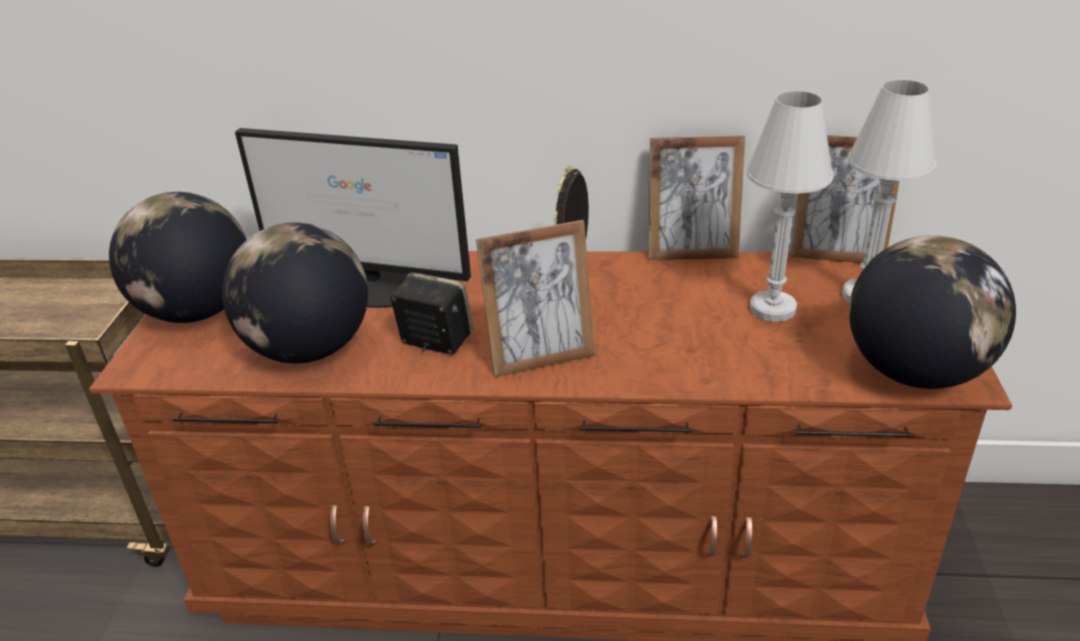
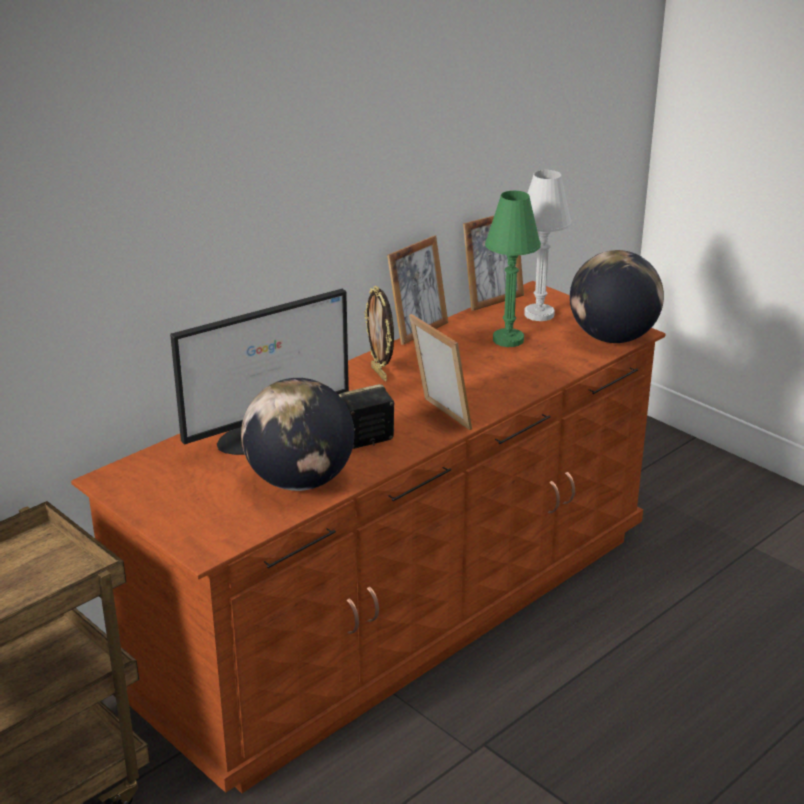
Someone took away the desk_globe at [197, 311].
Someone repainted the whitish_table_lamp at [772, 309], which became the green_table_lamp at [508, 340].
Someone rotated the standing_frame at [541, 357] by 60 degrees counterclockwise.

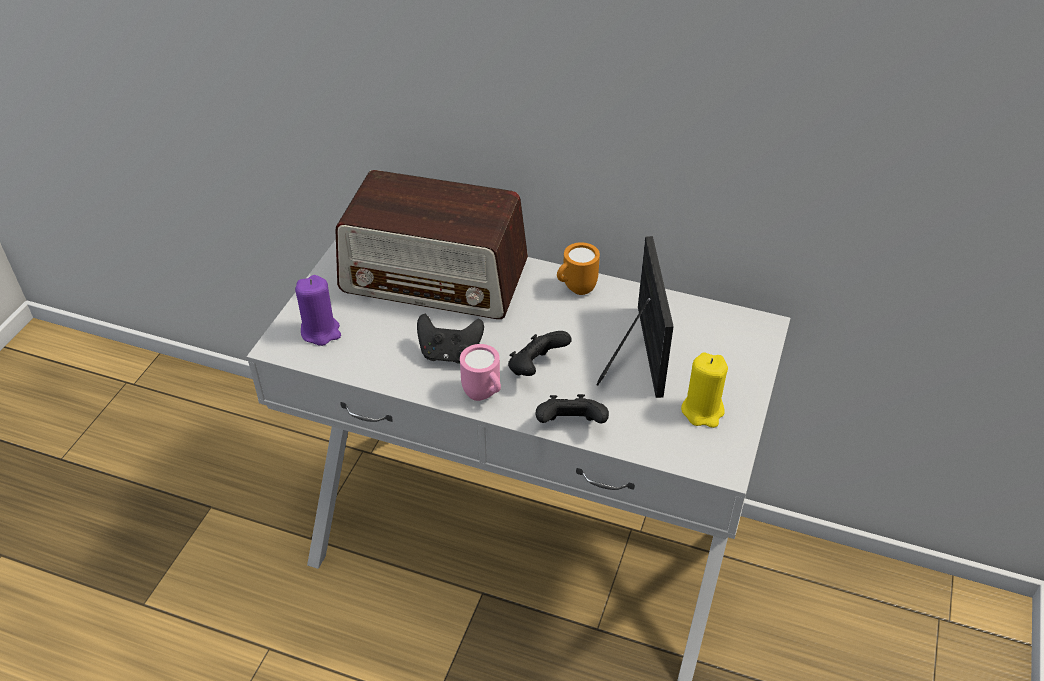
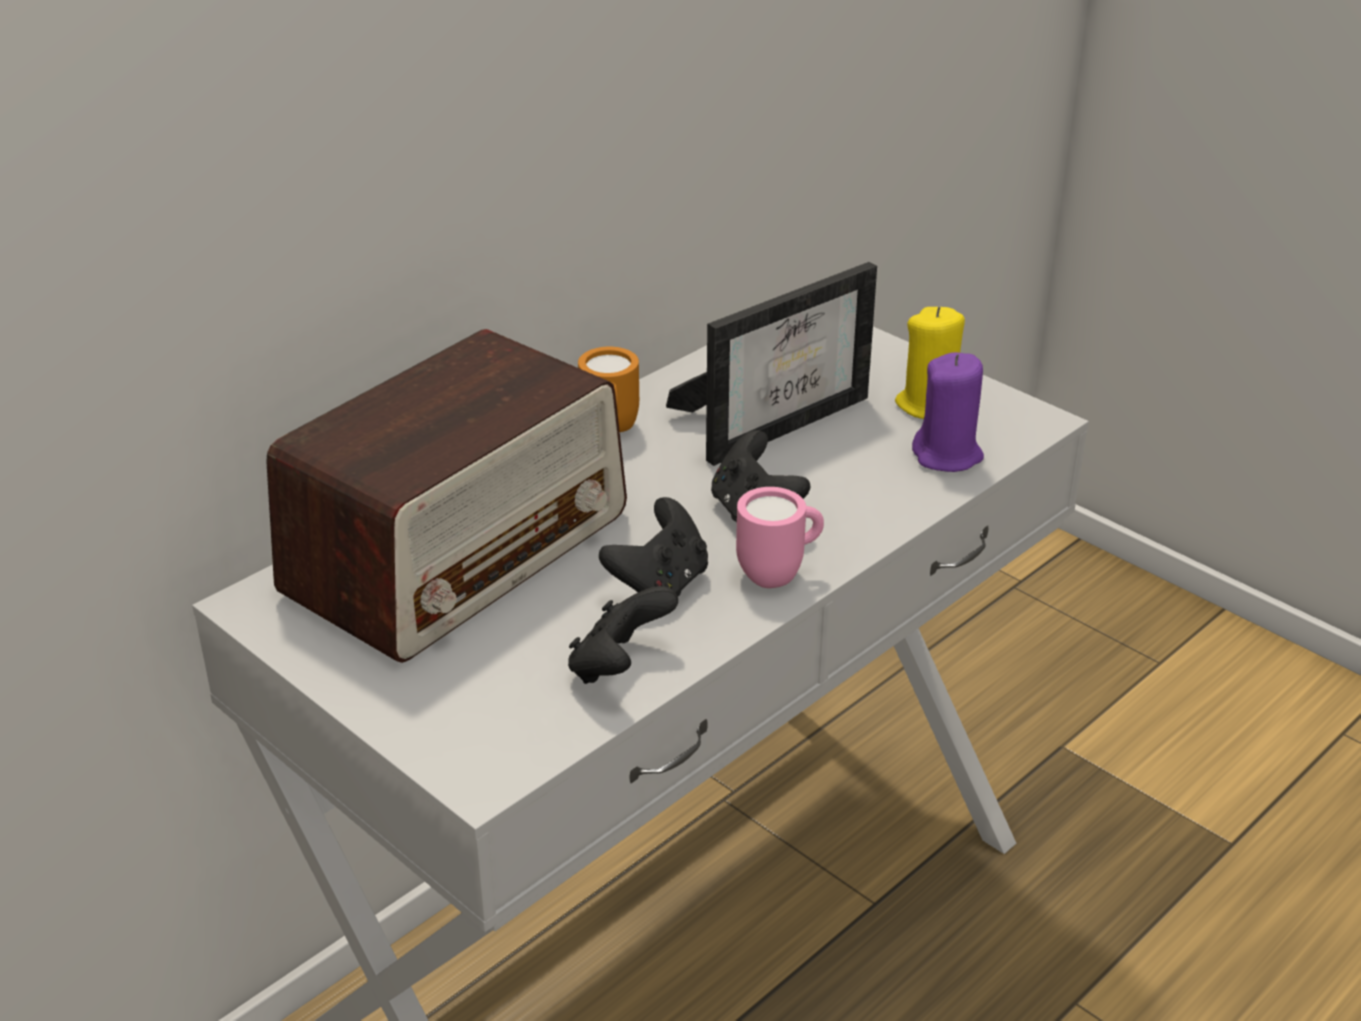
Someone carried the purple_wax_light from [321, 331] to [947, 455].
Someone carried the blackish_joypad from [570, 425] to [619, 667].
Someone rotated the standing_frame at [636, 349] by 120 degrees clockwise.

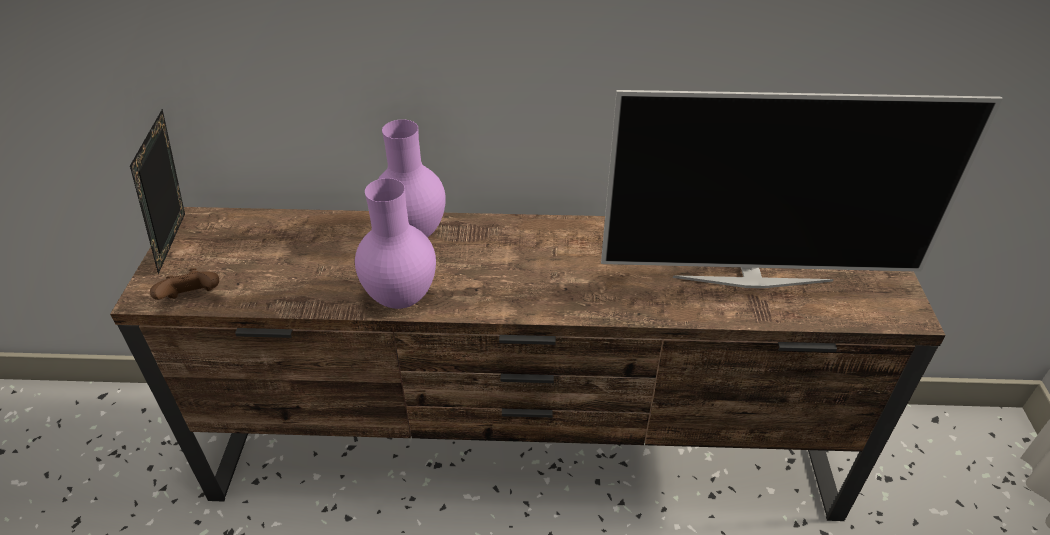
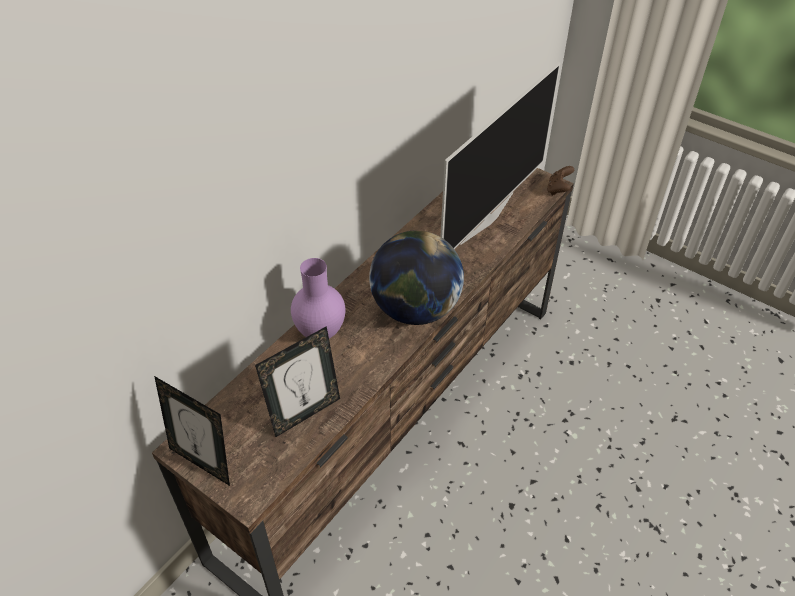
Someone took away the purple_decorative_vase at [400, 300].
Someone put down the standing_frame at [305, 413].
Someone put down the desk_globe at [415, 309].
Someone carried the brownish_joypad from [193, 299] to [558, 190].

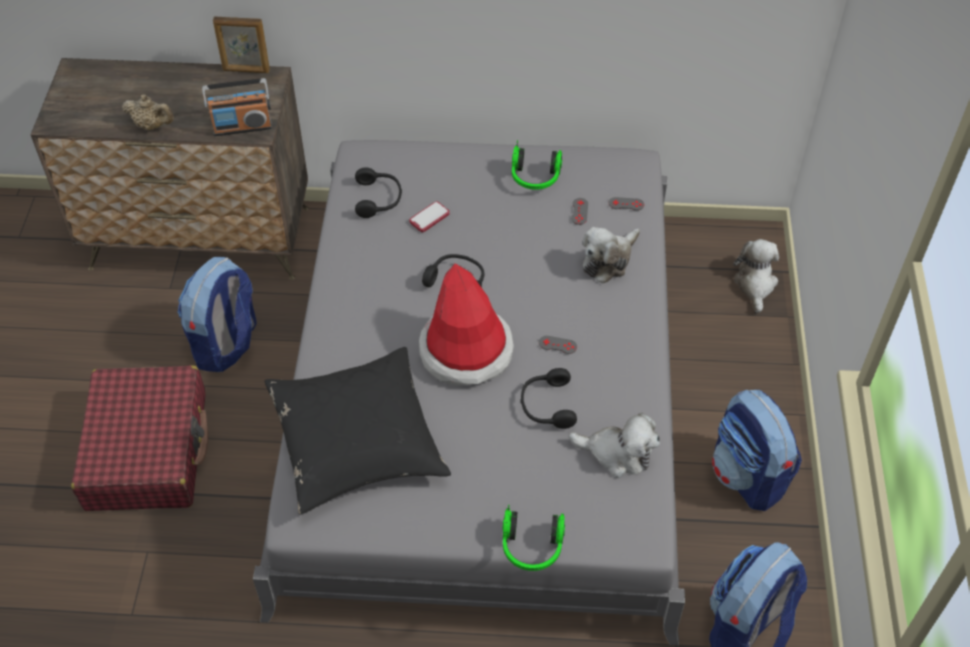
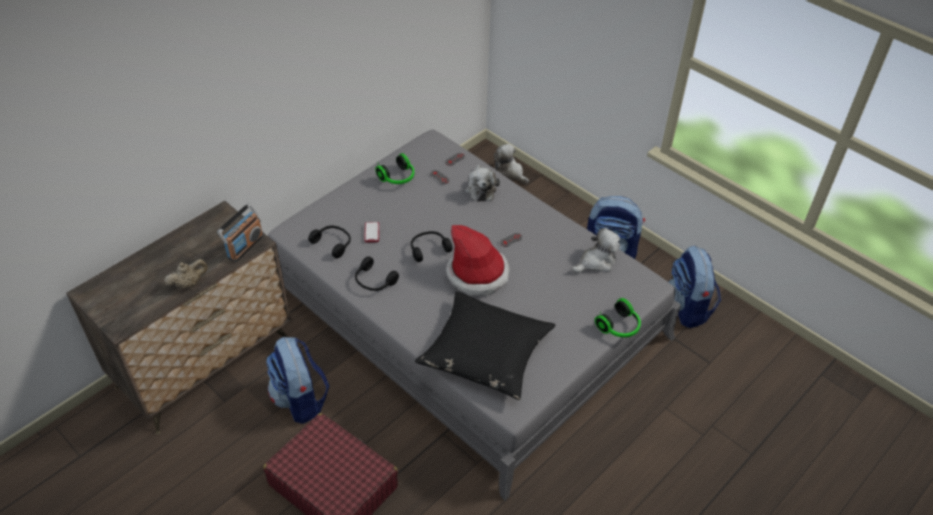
Someone took away the standing_frame at [246, 70].
Someone carried the blackish_pair_of_headphones from [546, 405] to [374, 281].

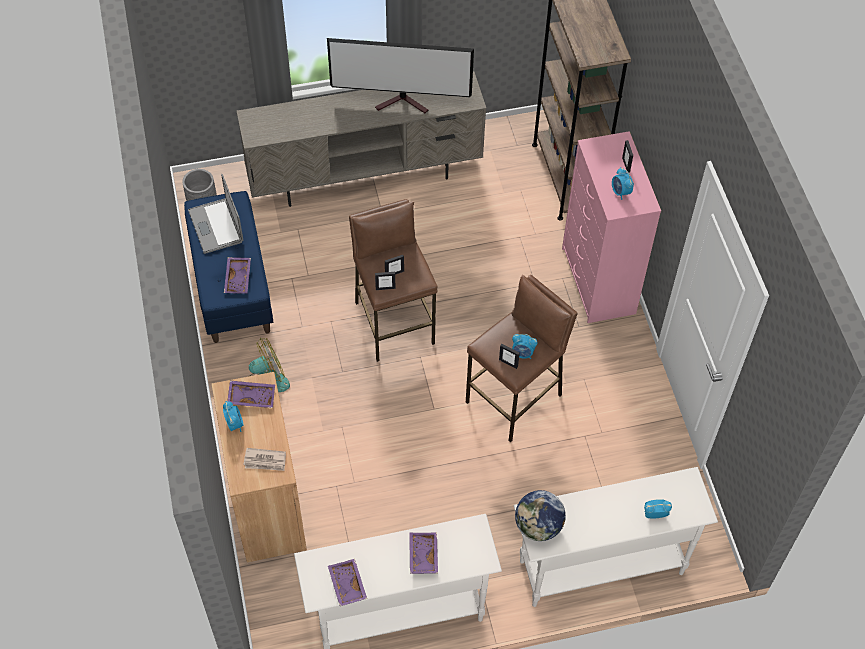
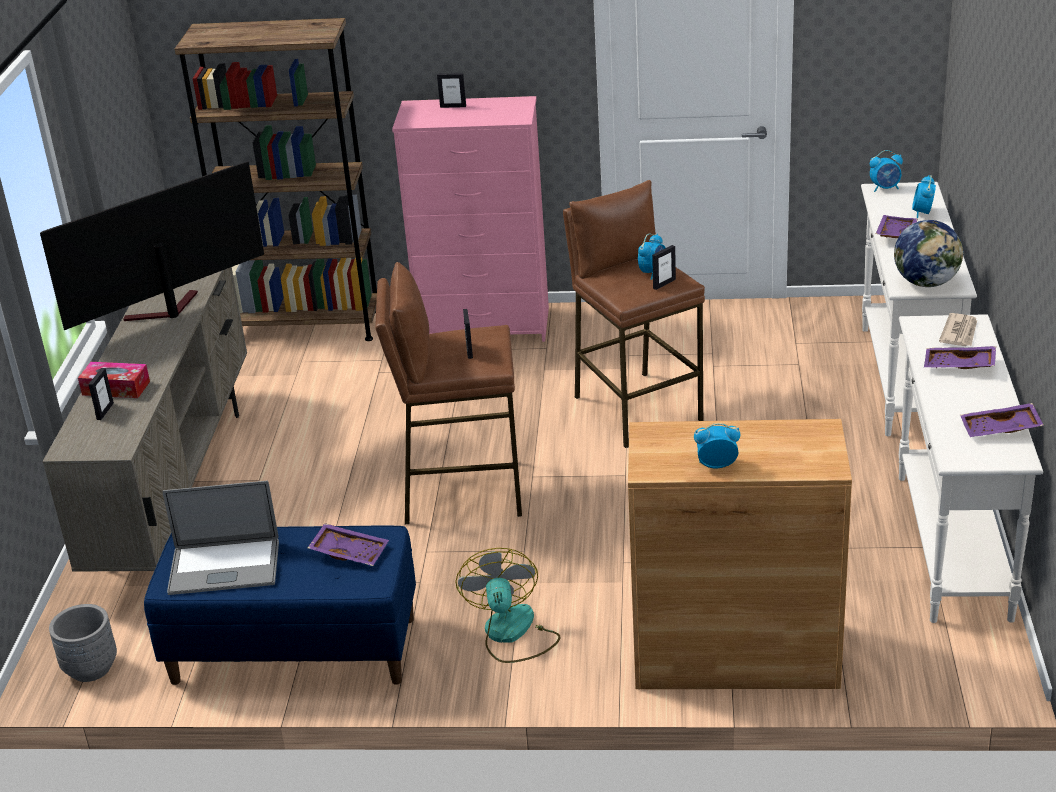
Someone put down the tissue_holder at [116, 388].
Someone carried the purple_carrying_tray from [252, 396] to [895, 234].
Someone carried the newspaper from [265, 461] to [959, 332].
Someone carried the standing_frame from [385, 288] to [105, 411].
Someone carried the bedside_clock from [620, 192] to [885, 188].
Someone rotated the TV_set at [404, 103] by 150 degrees counterclockwise.

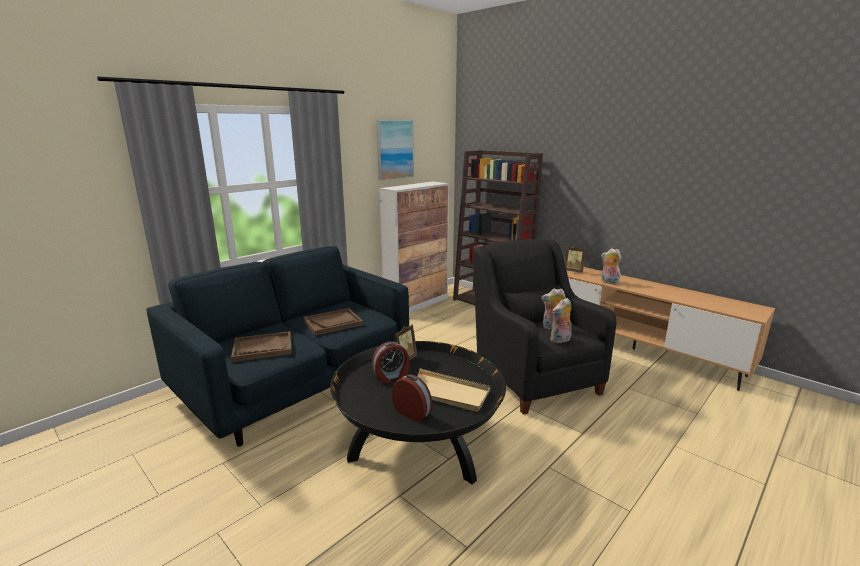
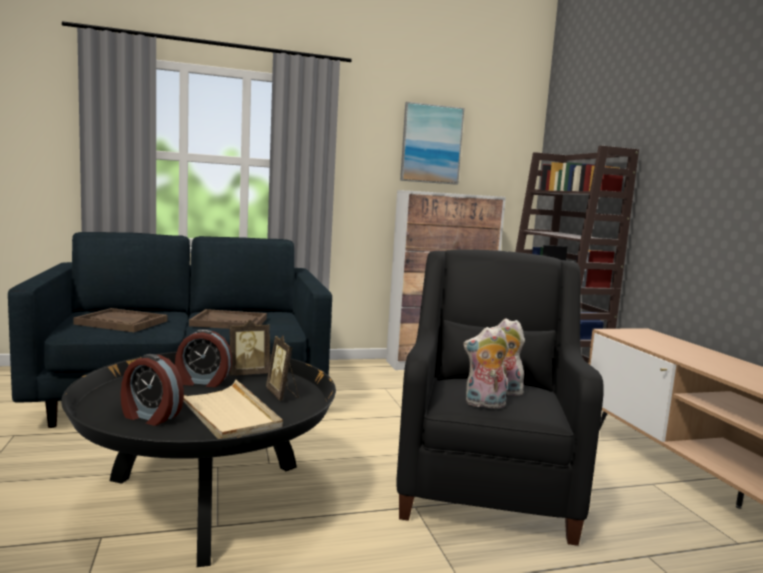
Someone took away the plush_toy at [609, 282].
Someone carried the standing_frame from [573, 271] to [282, 394].
Someone rotated the bedside_clock at [413, 412] by 135 degrees clockwise.

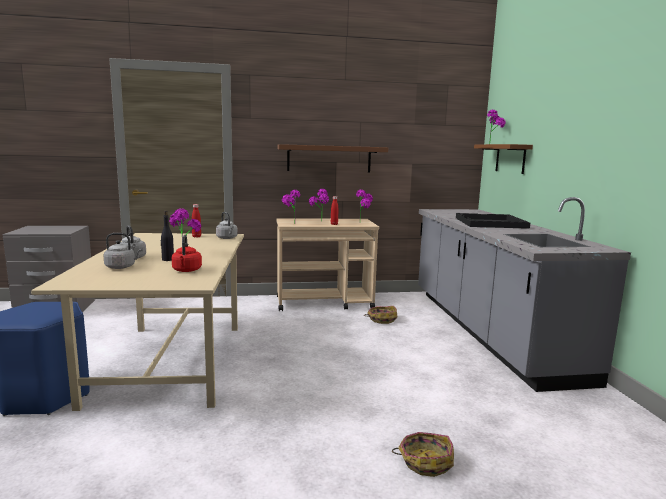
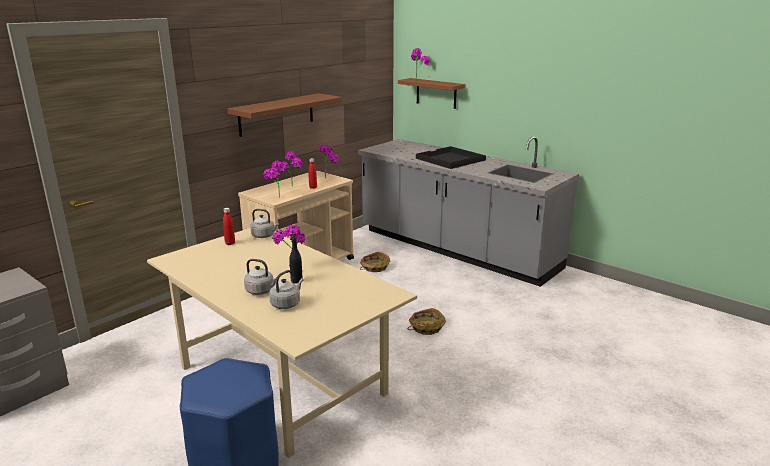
Someone took away the reddish_water_kettle at [186, 270].
Someone carried the basket from [425, 461] to [426, 327].

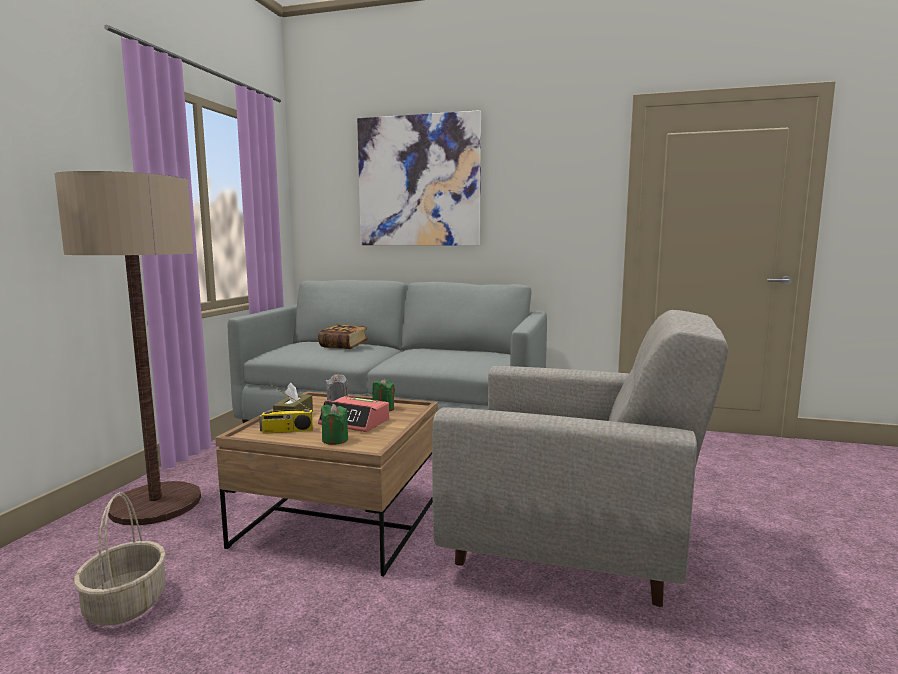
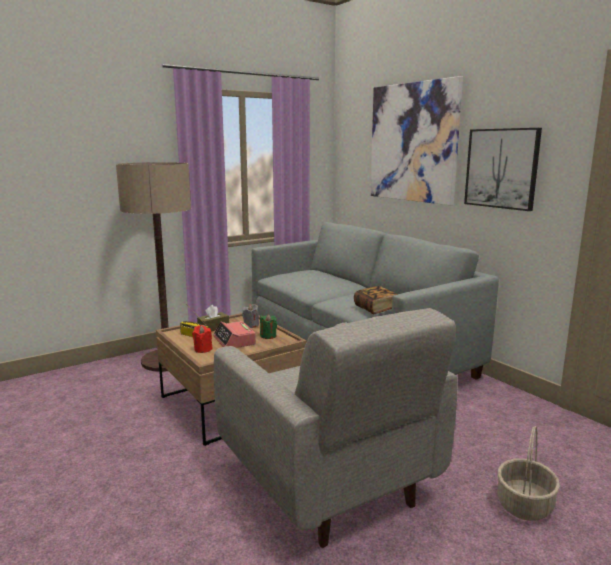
Someone put up the wall_picture at [501, 168].
Someone carried the basket from [126, 605] to [525, 505].
Someone carried the volume from [343, 346] to [376, 309].
Someone repainted the green_wax_light at [335, 440], which became the reddish_wax_light at [203, 349].

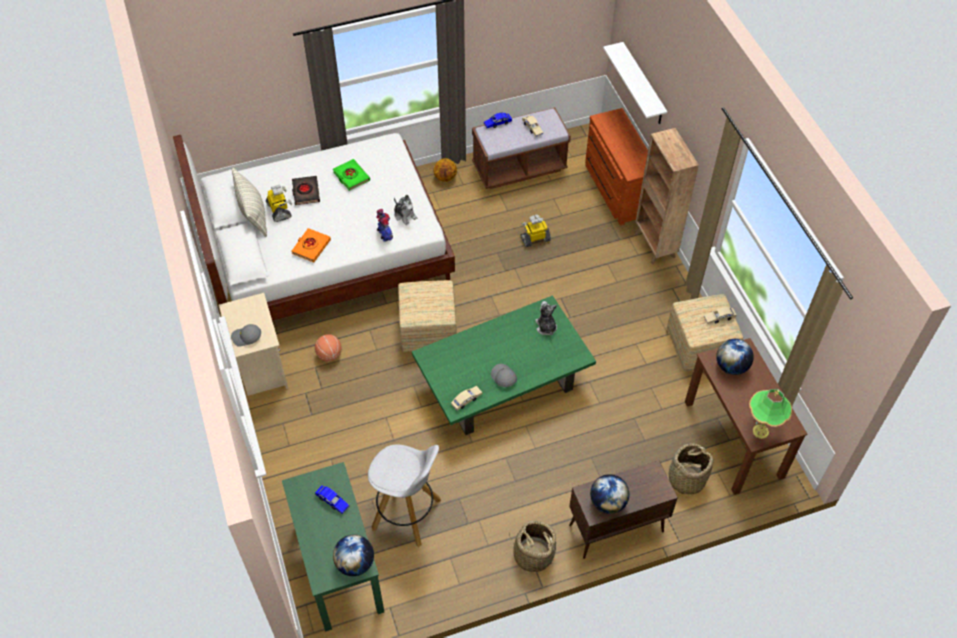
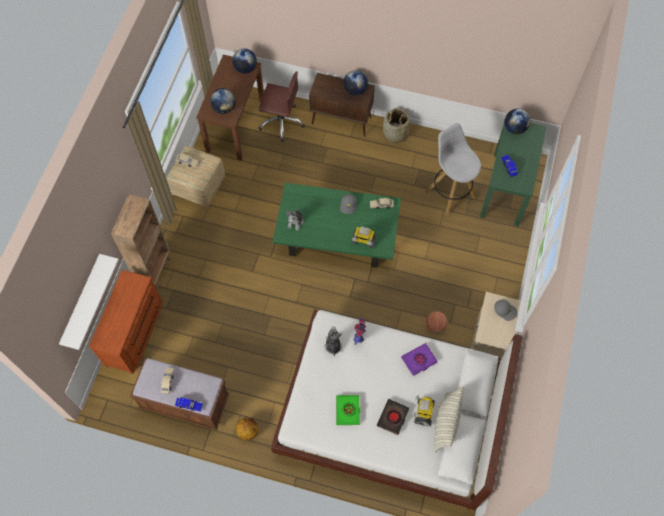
Someone took away the ottoman at [428, 329].
Someone carried the robot_figure from [535, 239] to [363, 240].
Someone swapped the basket at [686, 479] for the brownish_desk_chair at [281, 122].
Someone swapped the table_lamp at [760, 431] for the desk_globe at [245, 69].
Someone repainted the orangey_volume at [311, 247], which became the purple_volume at [419, 360].

